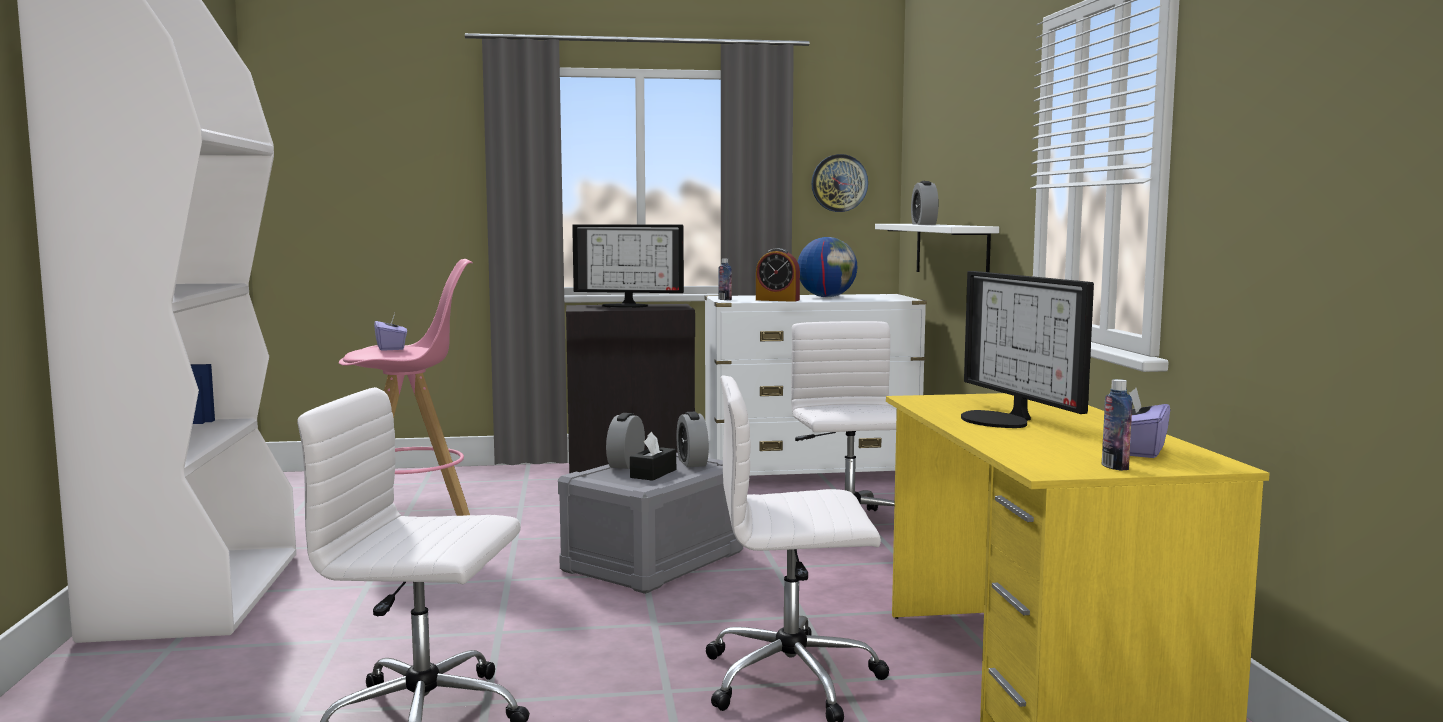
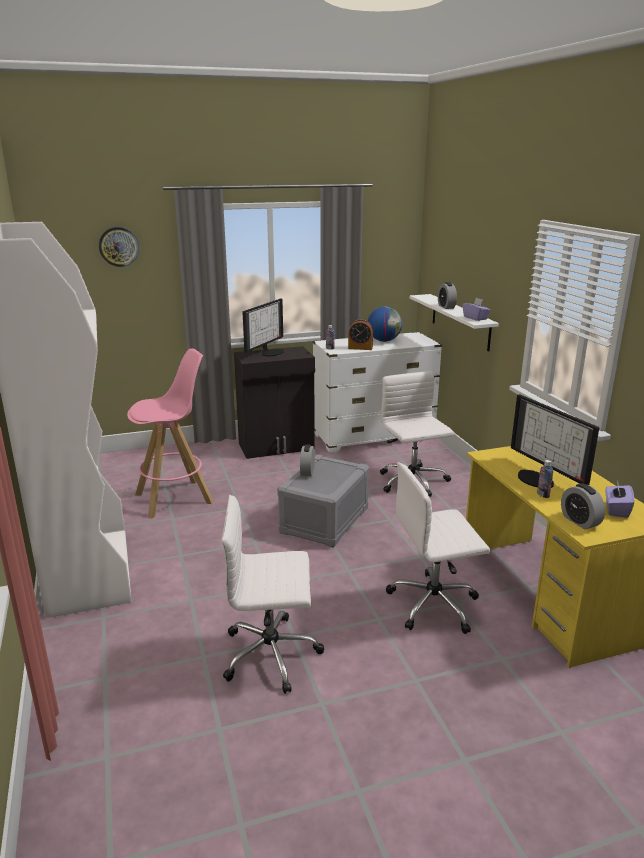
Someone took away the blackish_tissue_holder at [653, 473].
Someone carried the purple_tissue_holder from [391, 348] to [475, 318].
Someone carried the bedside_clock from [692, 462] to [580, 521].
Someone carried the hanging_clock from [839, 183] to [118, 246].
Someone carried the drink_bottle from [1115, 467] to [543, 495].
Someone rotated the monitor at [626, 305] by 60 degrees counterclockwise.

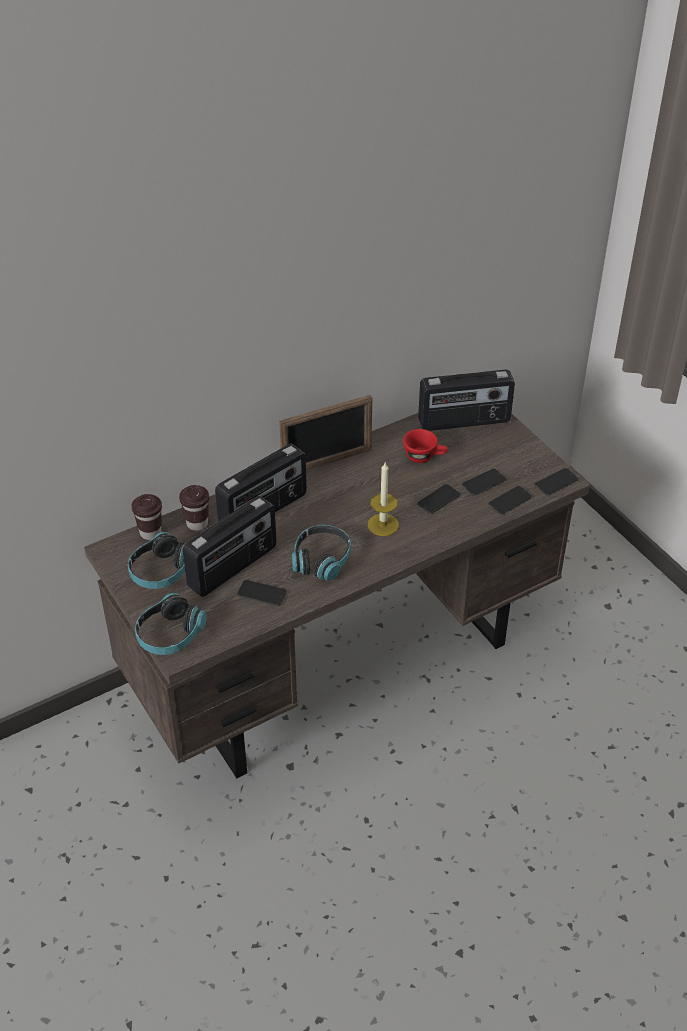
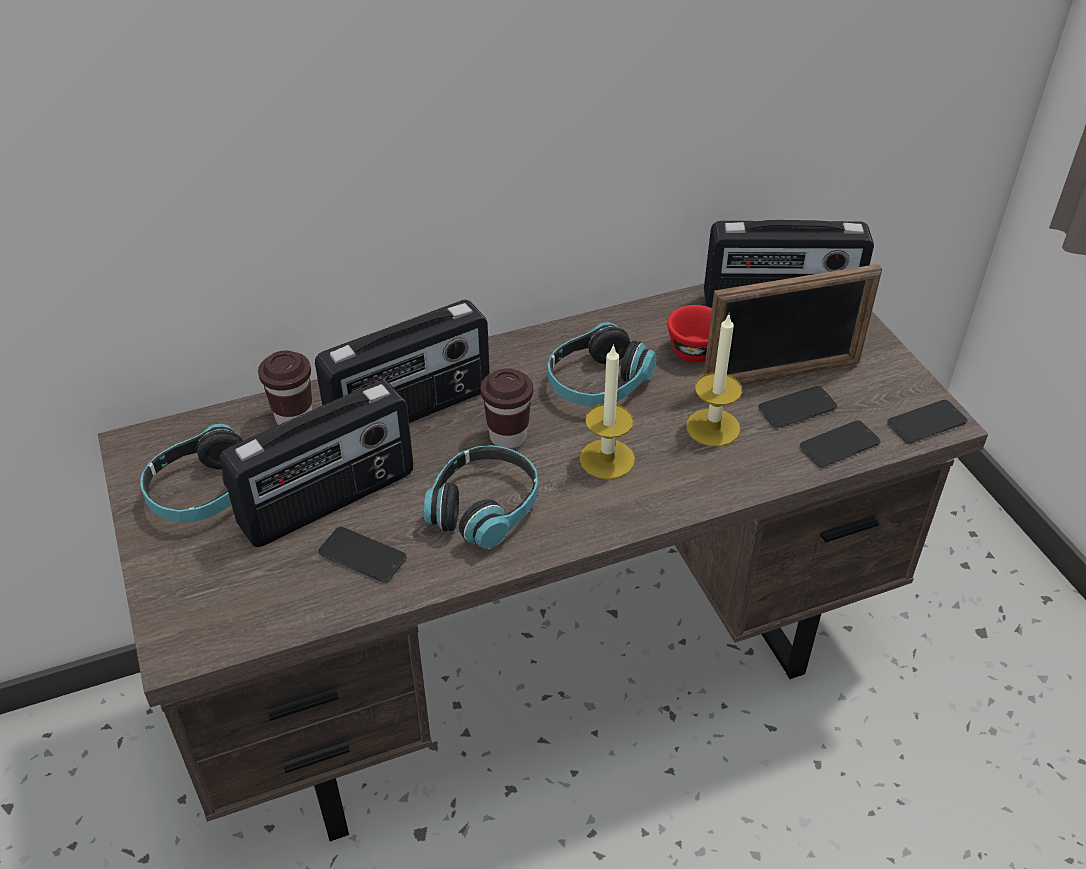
Someone carried the brownish_small_cup from [150, 533] to [508, 436].
Someone carried the pair_of_headphones from [170, 634] to [598, 383].
Someone carried the standing_frame from [327, 462] to [782, 375].
Someone swapped the handset at [438, 499] for the wax_light at [713, 427].

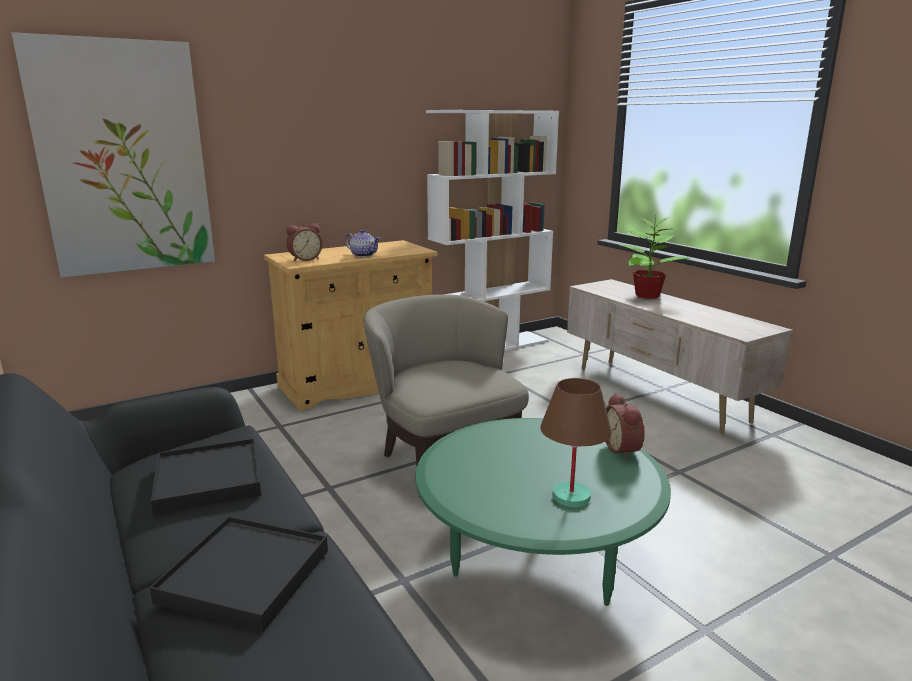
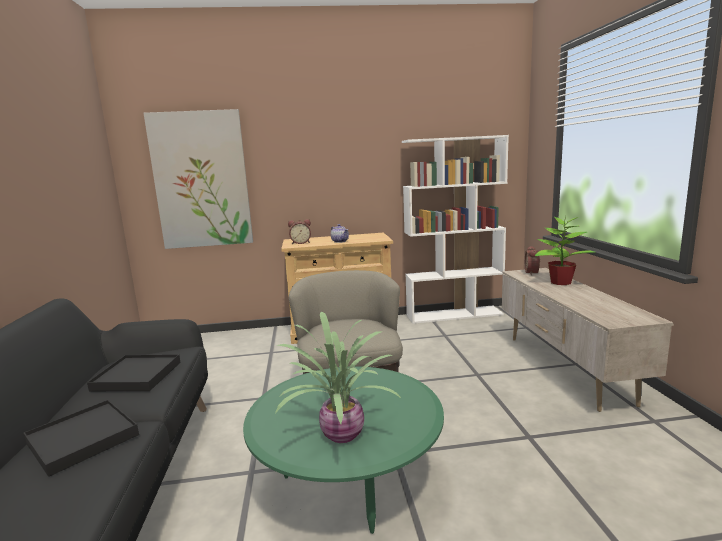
Someone carried the bedside_clock from [623, 449] to [533, 272].
Someone swapped the brownish_table_lamp at [571, 496] for the plant_in_a_pot at [341, 433].

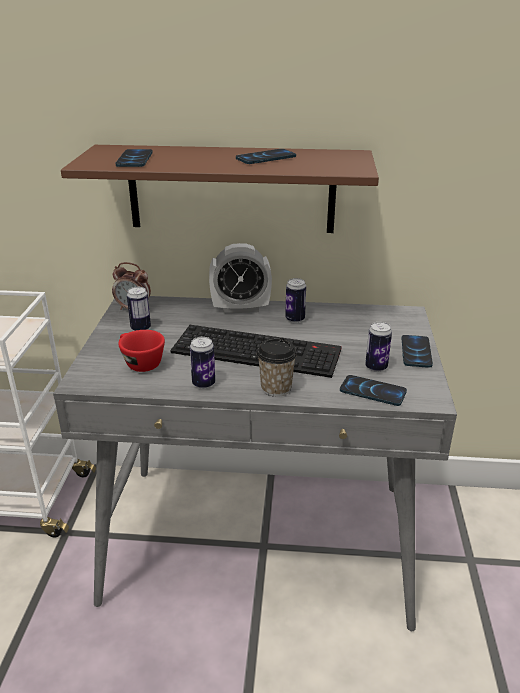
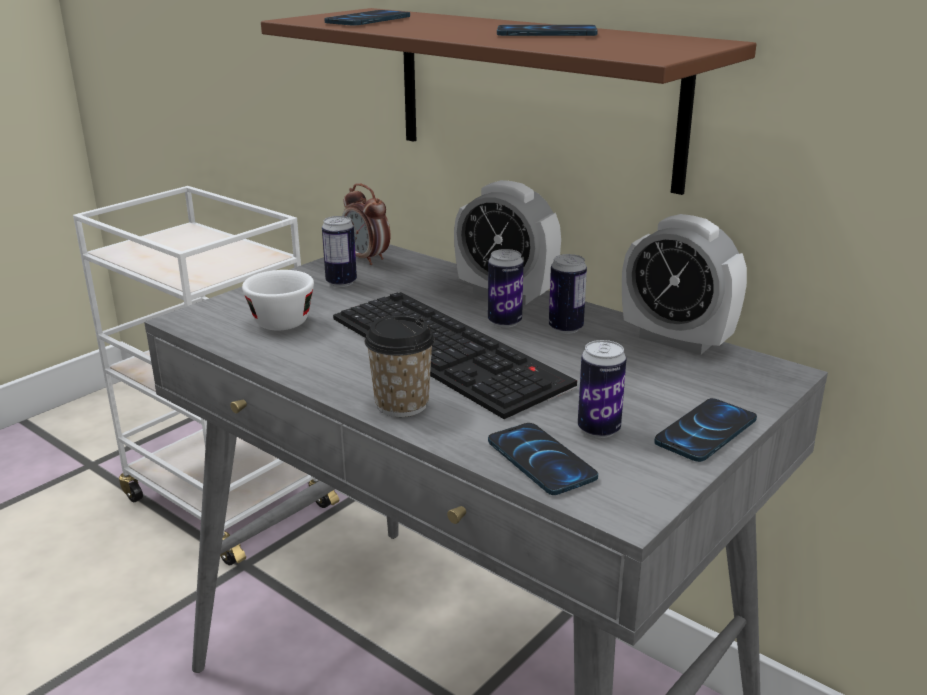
Someone put down the bedside_clock at [676, 340].
Someone carried the metal_can from [203, 384] to [504, 322].
Someone repainted the reddish_small_cup at [139, 362], which became the whitish_small_cup at [281, 319].

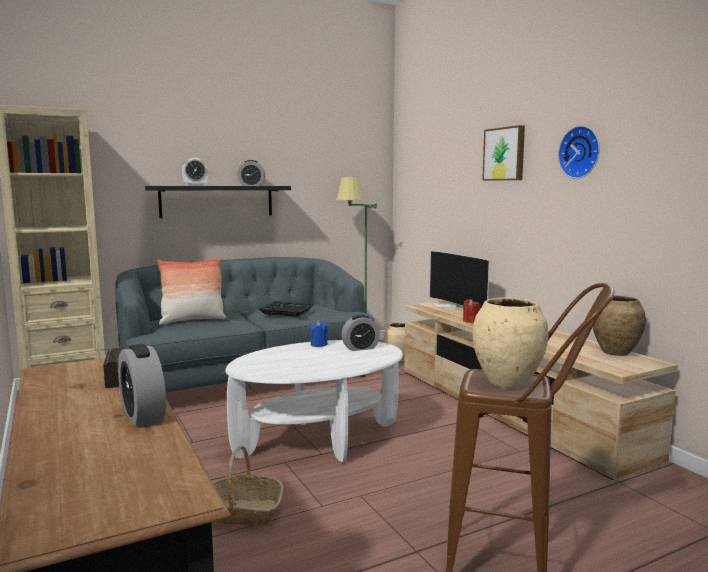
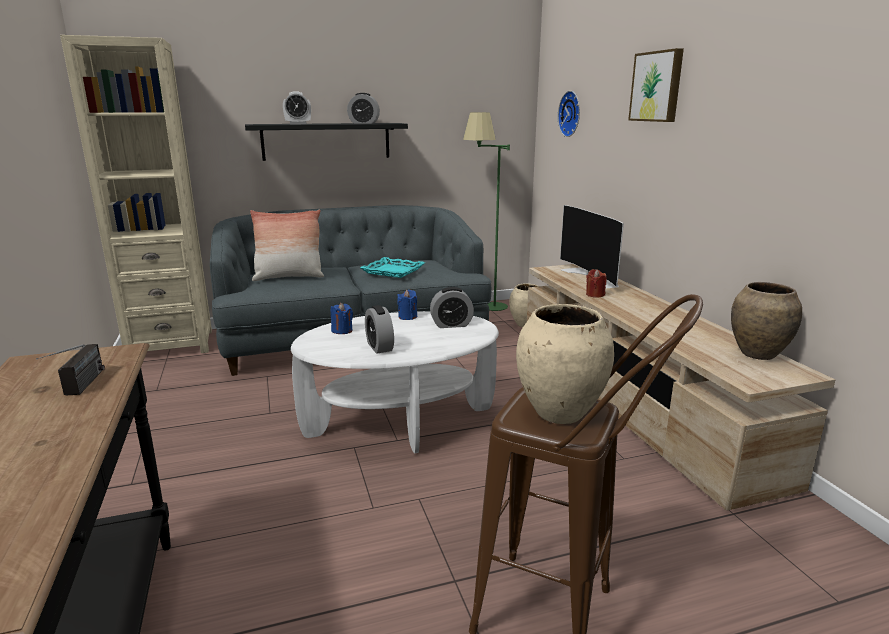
Someone took away the basket at [242, 512].
Someone put down the blue-coloured_wax_light at [342, 331].
Someone carried the bedside_clock from [143, 415] to [379, 347].
Someone carried the hanging_clock from [581, 152] to [571, 114].
Someone repainted the blackish_carrying_tray at [287, 312], which became the turquoise-coloured_carrying_tray at [392, 271].

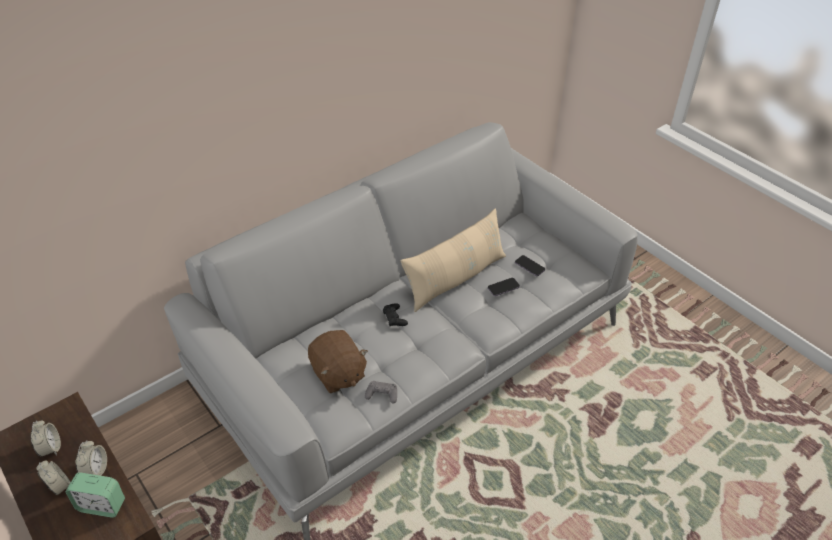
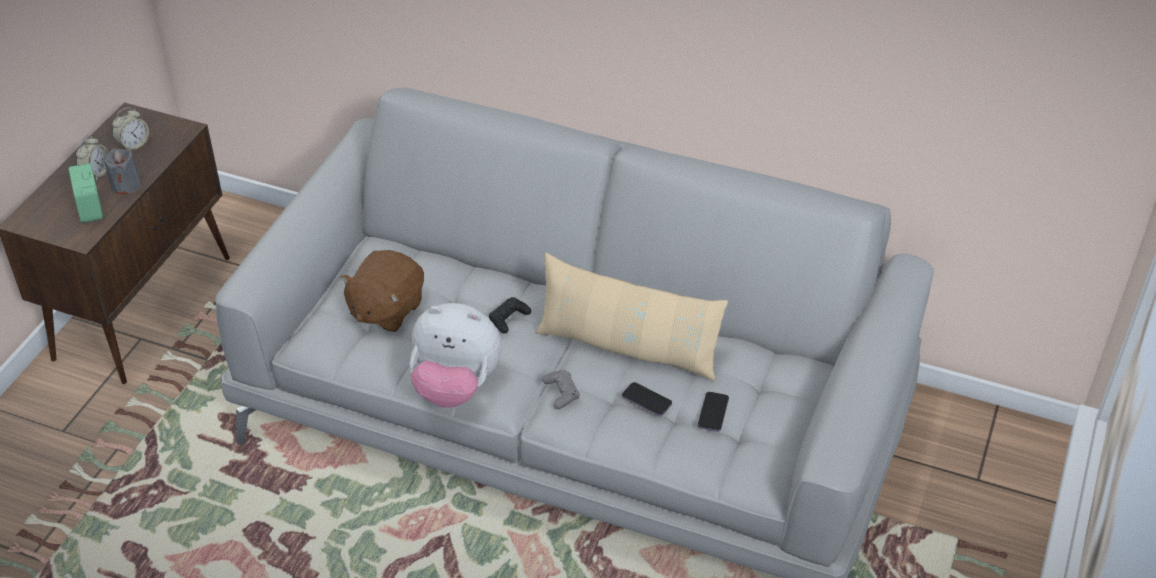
Someone put down the plush_toy at [455, 386].
Someone carried the greyish_joypad from [382, 394] to [561, 392].
Someone swapped the bedside_clock at [96, 469] for the greyish_wax_light at [126, 185].

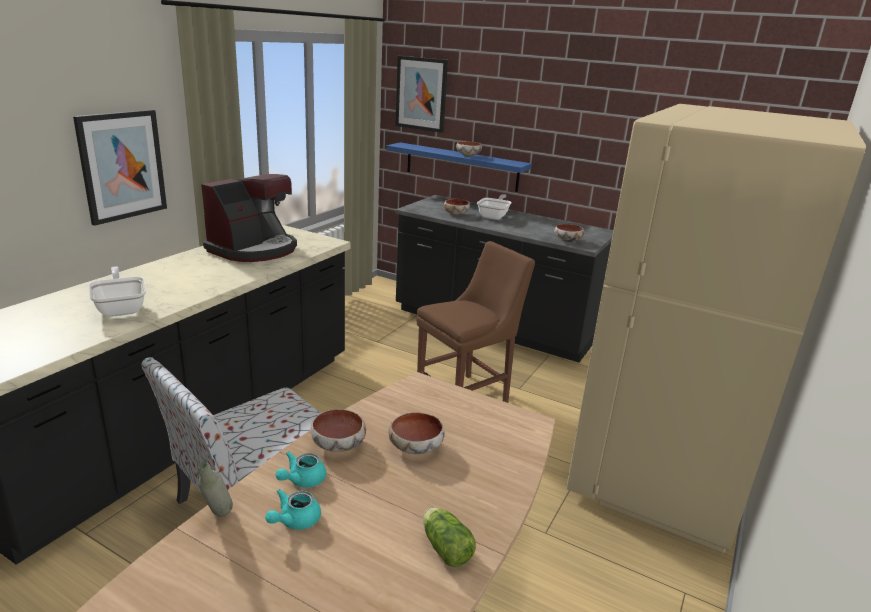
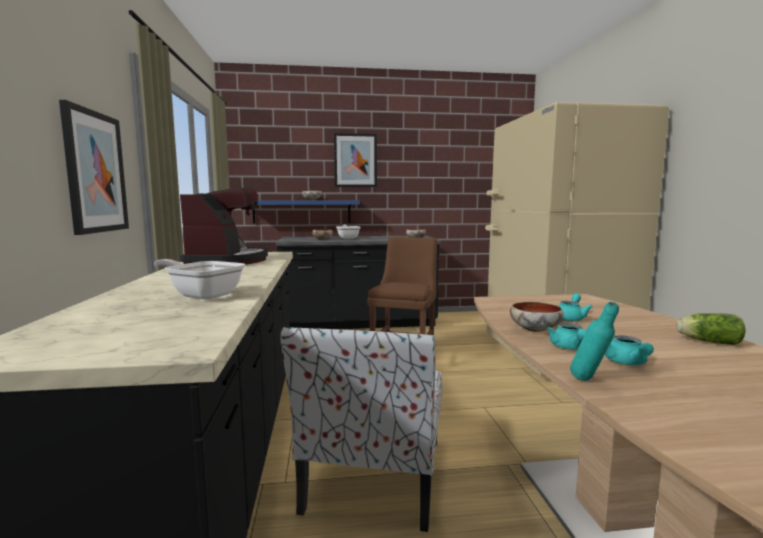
Someone carried the wall_picture from [421, 94] to [355, 160].
Someone swapped the bowl at [416, 447] for the turquoise-coloured_tea_pot at [571, 318].
Someone repainted the greyish_drink_bottle at [217, 518], which became the turquoise-coloured_drink_bottle at [590, 381].

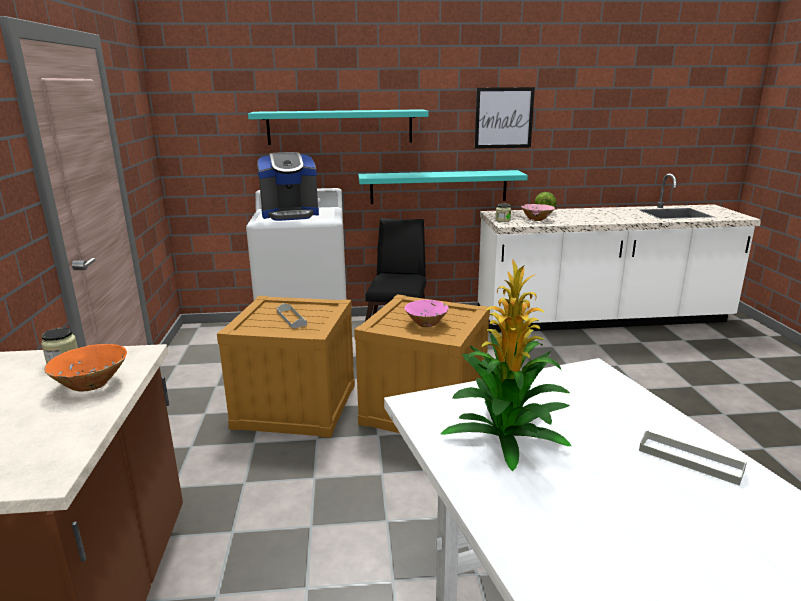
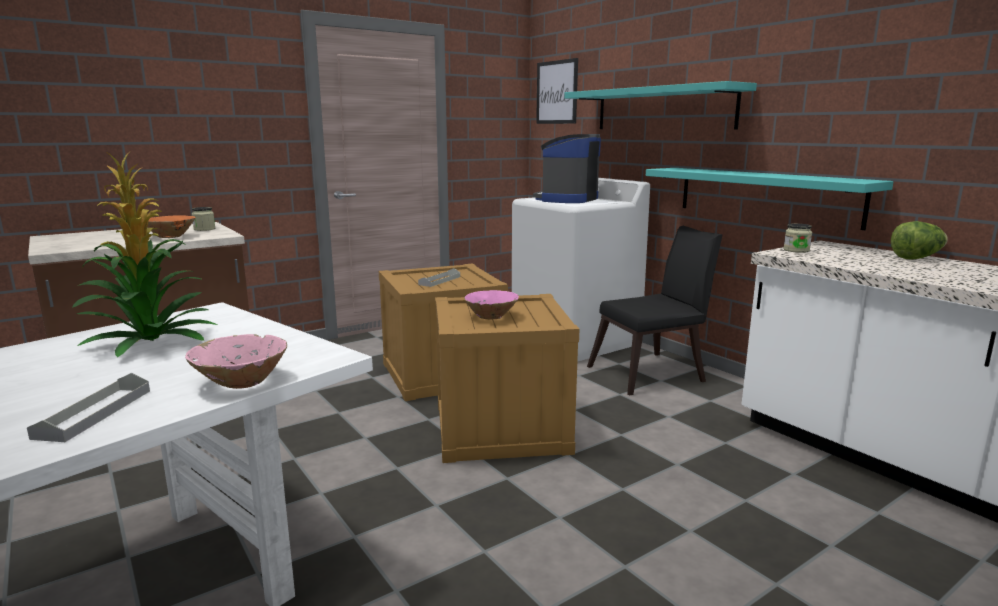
Someone carried the wall_picture from [504, 118] to [557, 92].
Someone carried the pink_bowl from [536, 219] to [242, 382].
Someone rotated the coffee_machine at [290, 214] by 75 degrees clockwise.

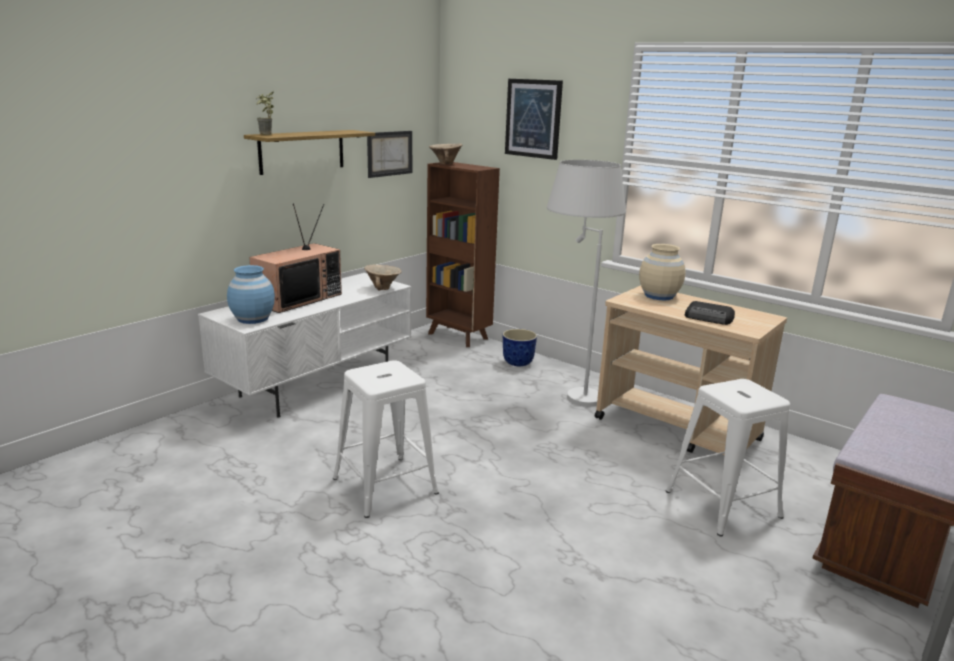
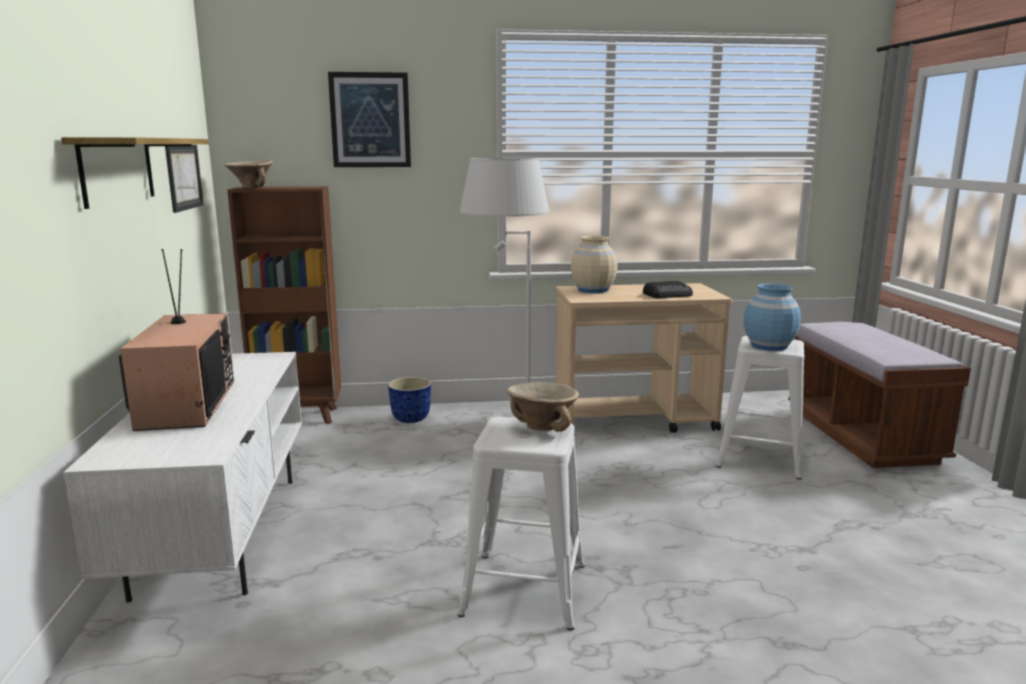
Someone took away the plant_in_a_pot at [266, 135].
Someone carried the blue-coloured_decorative_vase from [253, 318] to [768, 346].
Someone carried the beige_bowl from [383, 288] to [542, 426].

